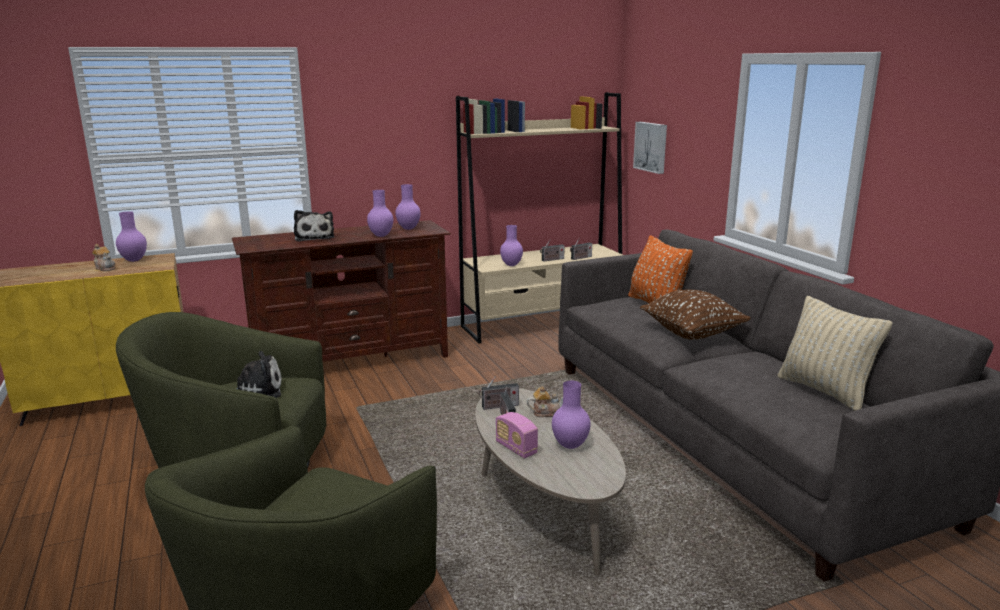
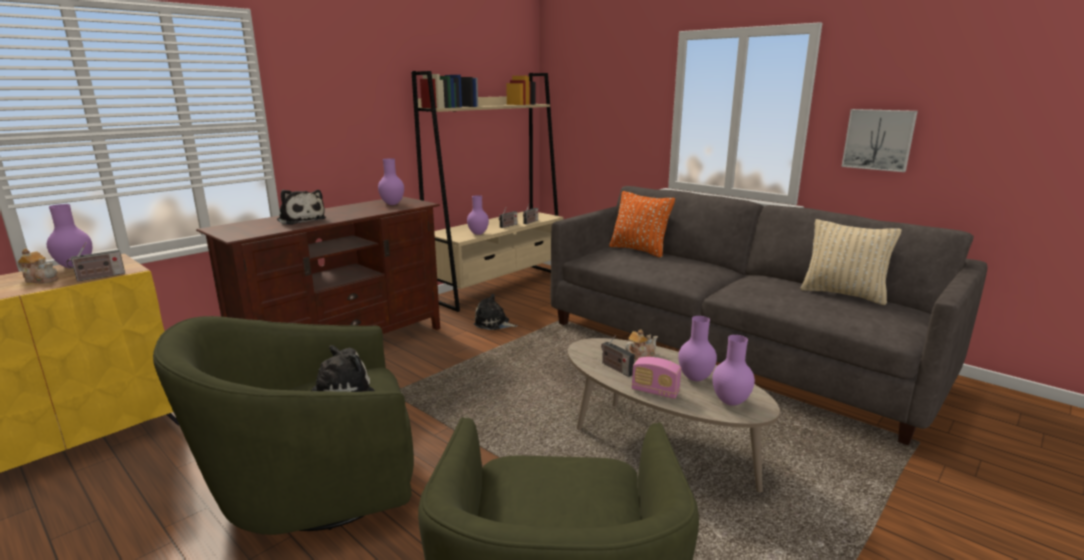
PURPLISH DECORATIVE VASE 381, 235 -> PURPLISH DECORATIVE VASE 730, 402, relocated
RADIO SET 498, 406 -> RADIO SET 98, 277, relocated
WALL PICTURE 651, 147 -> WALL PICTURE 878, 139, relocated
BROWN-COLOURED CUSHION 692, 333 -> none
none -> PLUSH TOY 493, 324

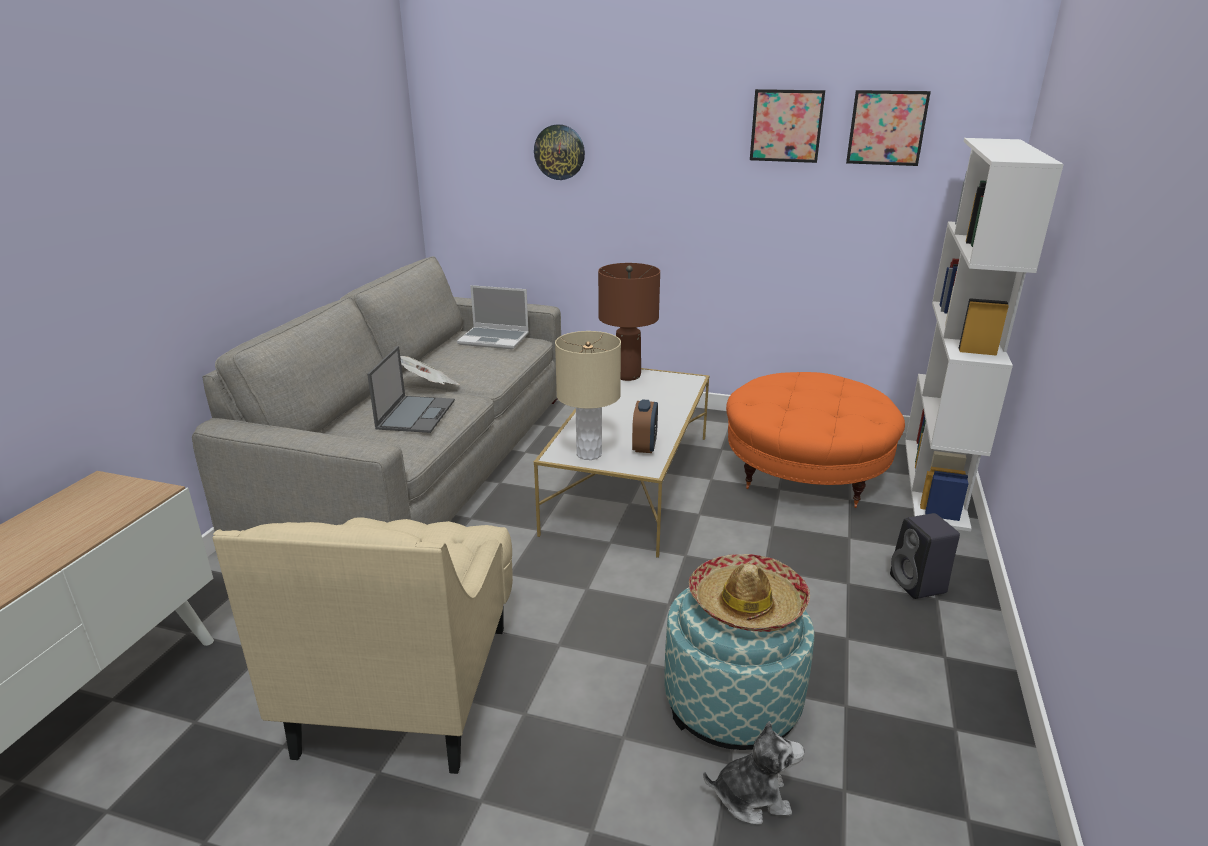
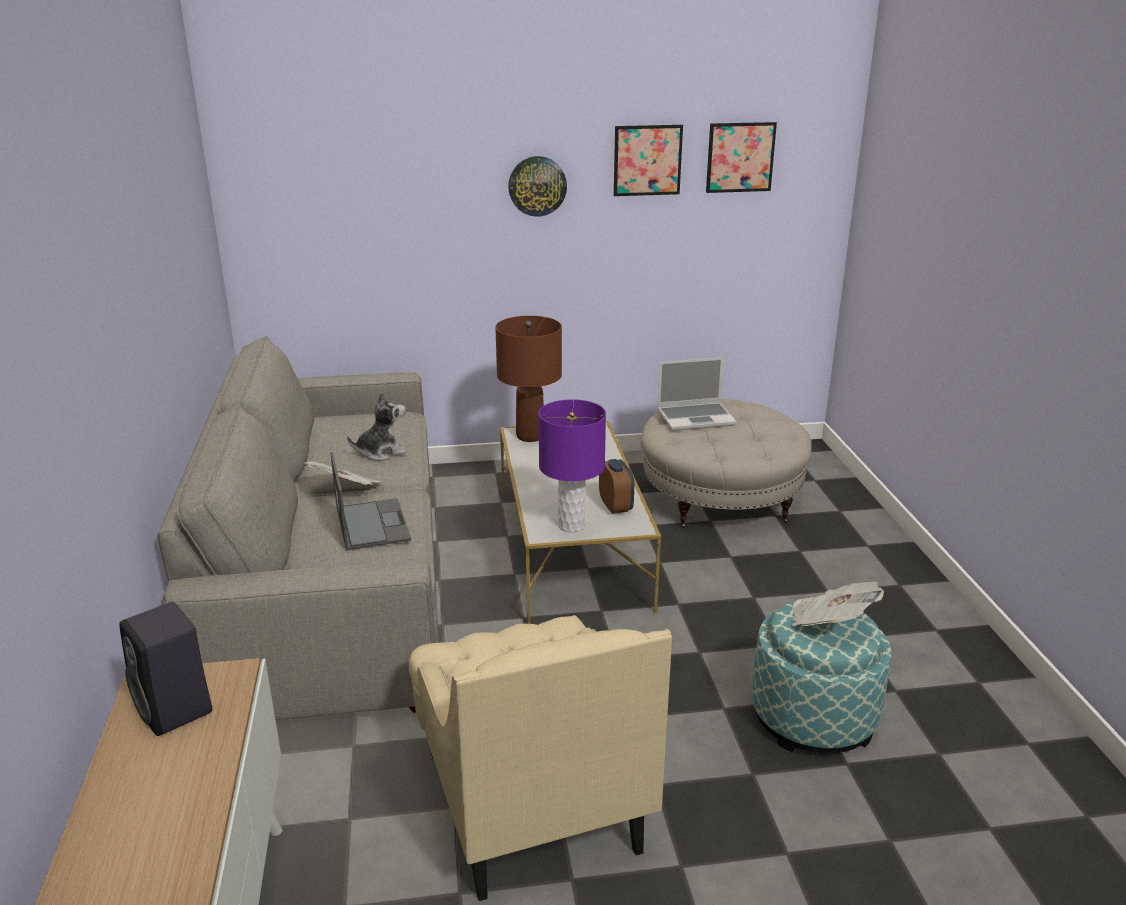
NOTEBOOK COMPUTER 495, 339 -> NOTEBOOK COMPUTER 696, 417, relocated
HANGING CLOCK 559, 152 -> HANGING CLOCK 537, 186, relocated
SAND-COLOURED LAMP FOR A TABLE 589, 454 -> PURPLISH LAMP FOR A TABLE 571, 525
WEARABLE HAT 747, 604 -> NEWSPAPER 830, 623
PLUSH TOY 751, 797 -> PLUSH TOY 381, 452, relocated
ORANGE FOOTREST 805, 472 -> SAND-COLOURED FOOTREST 721, 499
BLACK-COLOURED AUDIO SPEAKER 919, 585 -> BLACK-COLOURED AUDIO SPEAKER 176, 710, relocated
WHITE-COLOURED BOOKSHELF 935, 482 -> none

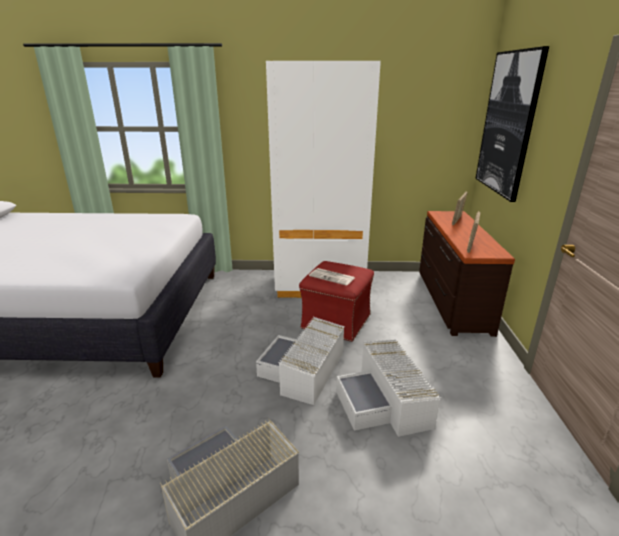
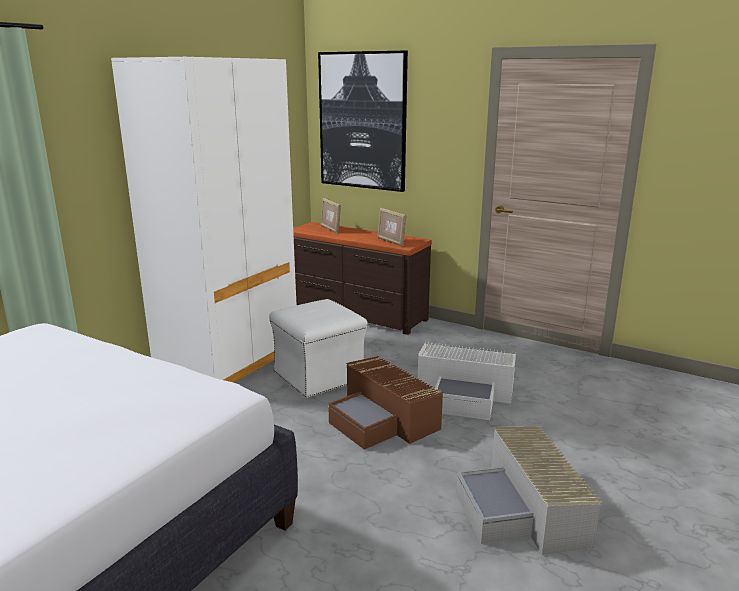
WHITE-COLOURED STORAGE CONTAINER 303, 371 -> BROWN-COLOURED STORAGE CONTAINER 383, 419
RED-COLOURED FOOTREST 336, 322 -> WHITE-COLOURED FOOTREST 319, 376
NEWSPAPER 332, 277 -> none

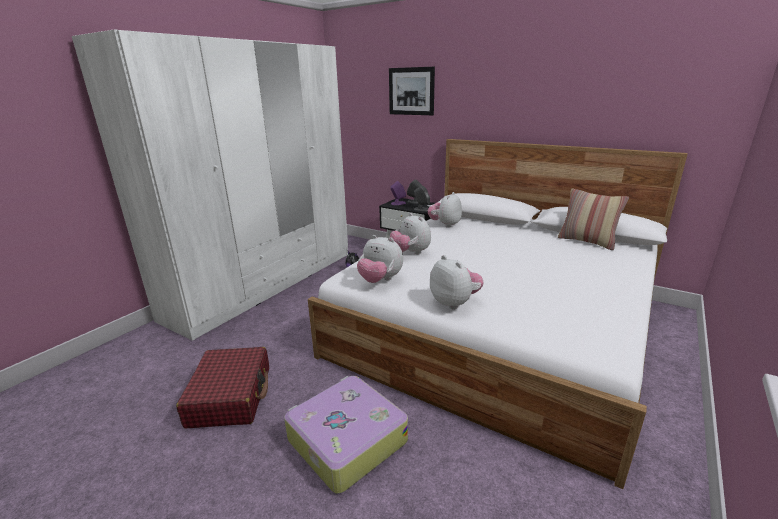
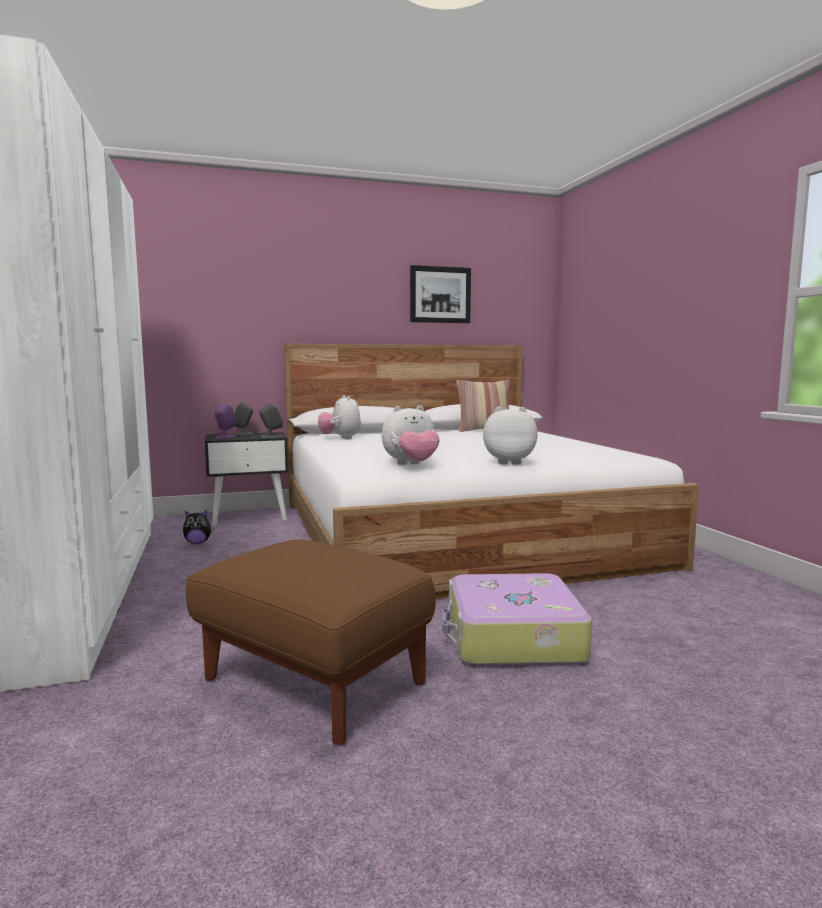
RED-COLOURED PIECE OF LUGGAGE 231, 396 -> BROWN-COLOURED FOOTREST 312, 682
WALL PICTURE 411, 91 -> WALL PICTURE 440, 294, relocated
PLUSH TOY 410, 253 -> none

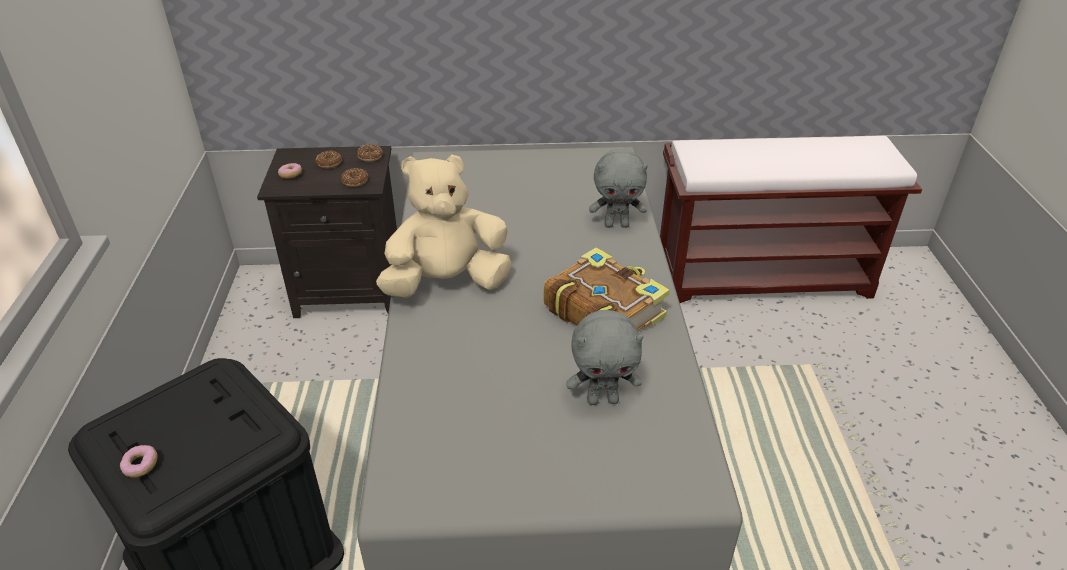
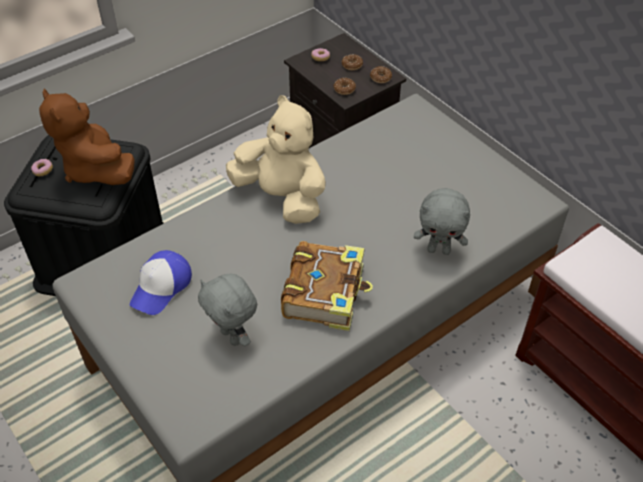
GREY PLUSH TOY 617, 224 -> GREY PLUSH TOY 439, 250, 45 degrees counterclockwise
none -> BROWN-COLOURED PLUSH TOY 95, 169
none -> BASEBALL CAP 161, 287

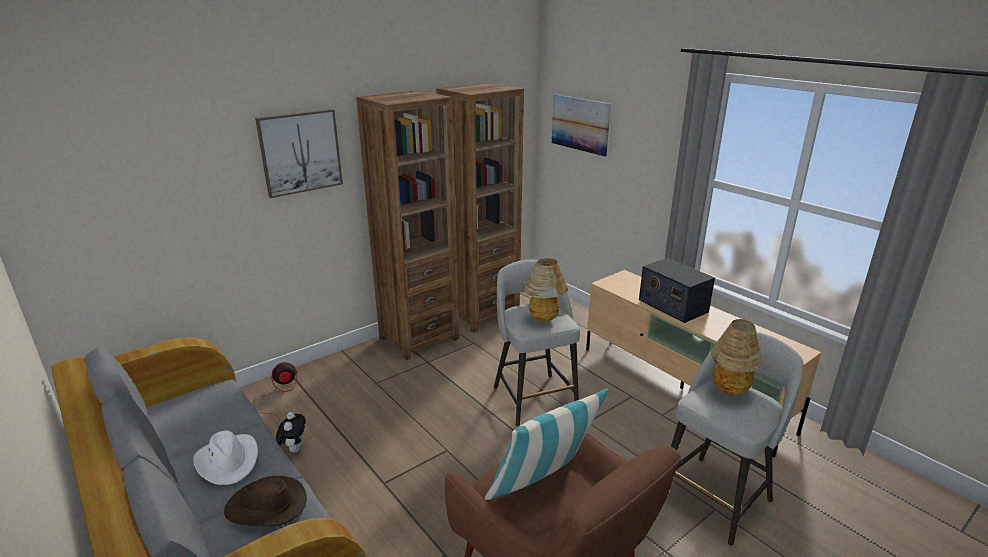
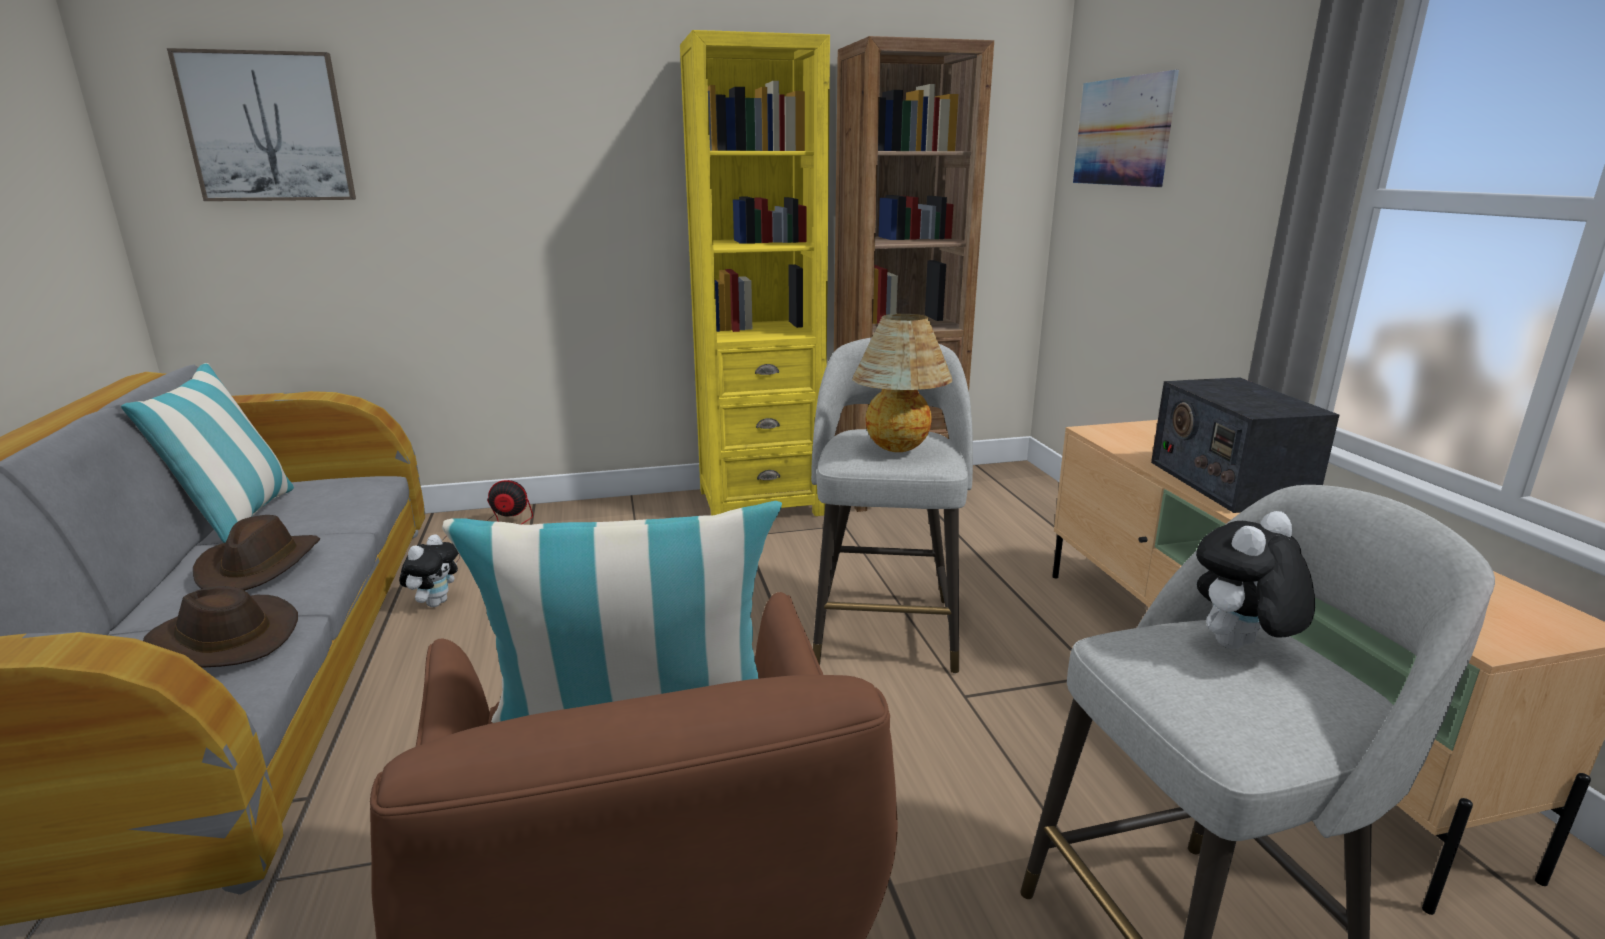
WHITE-COLOURED WEARABLE HAT 228, 461 -> BROWN-COLOURED WEARABLE HAT 260, 566
WALL PICTURE 300, 152 -> WALL PICTURE 268, 127, relocated
BROWN-COLOURED BOOKSHELF 419, 338 -> YELLOWISH BOOKSHELF 760, 502
LAMP FOR A TABLE 729, 392 -> PLUSH TOY 1239, 649
none -> CUSHION 238, 519

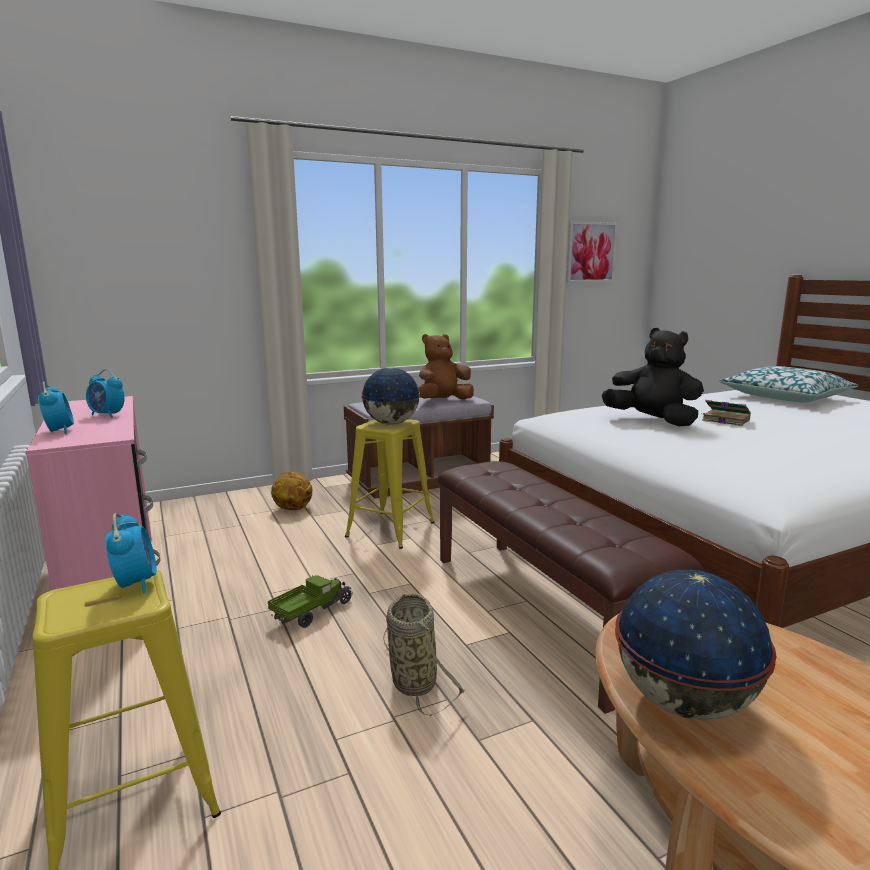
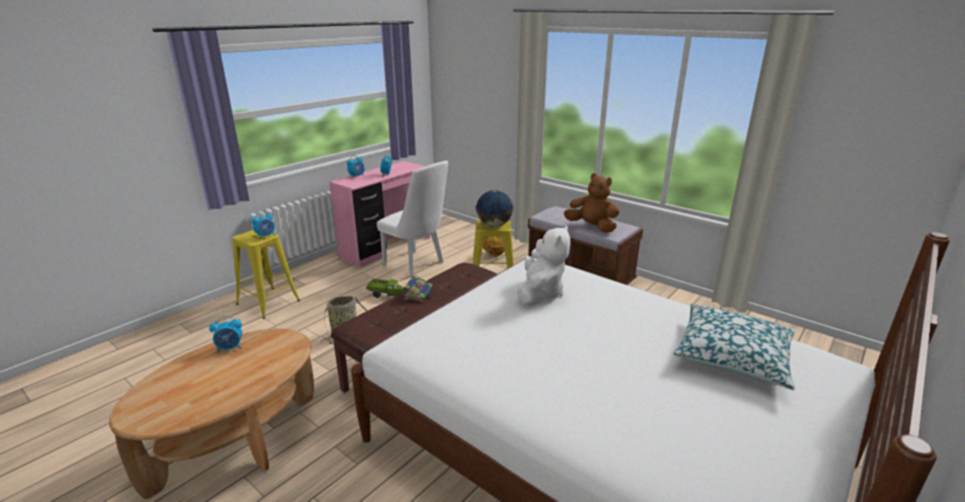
WALL PICTURE 591, 252 -> none
BLACK-COLOURED PLUSH TOY 652, 421 -> WHITE-COLOURED PLUSH TOY 540, 293
GLOBE 683, 702 -> TABLE CLOCK 230, 348
BOOK 724, 420 -> BOOK 418, 294, relocated
none -> WHITE-COLOURED CHAIR 417, 265

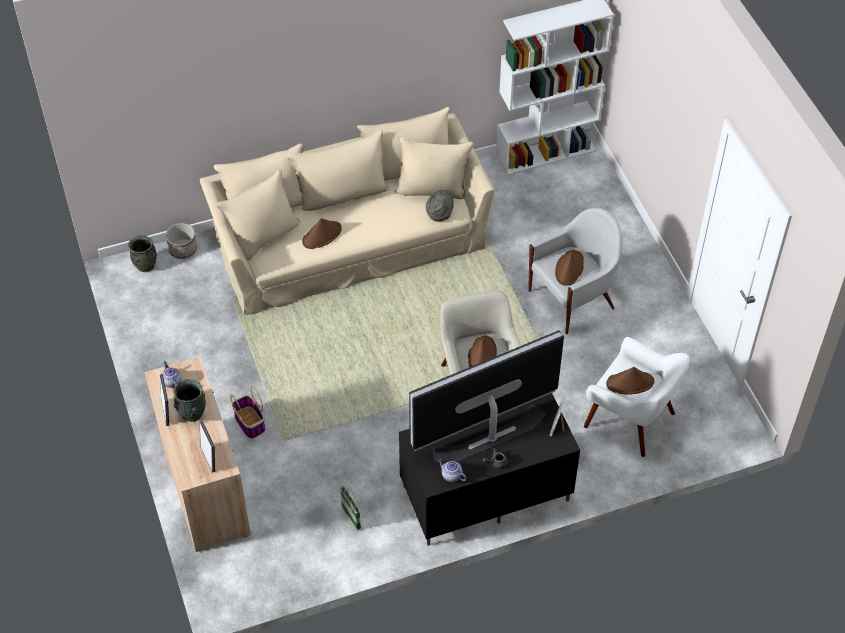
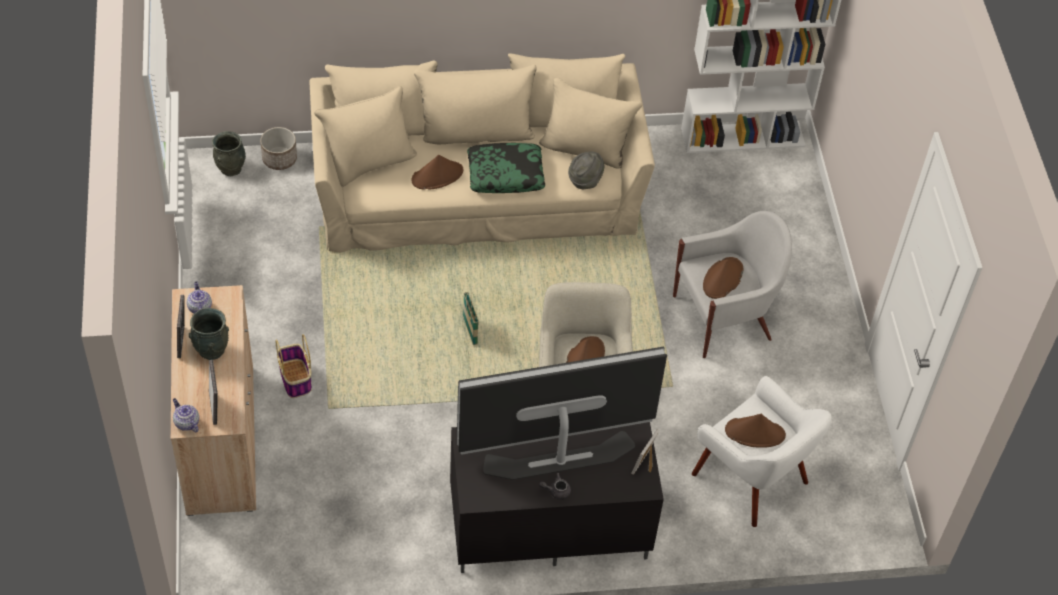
HOUSEHOLD BASKET 351, 518 -> HOUSEHOLD BASKET 470, 331, relocated
TEAPOT 451, 475 -> TEAPOT 186, 422, relocated
none -> CUSHION 505, 174

